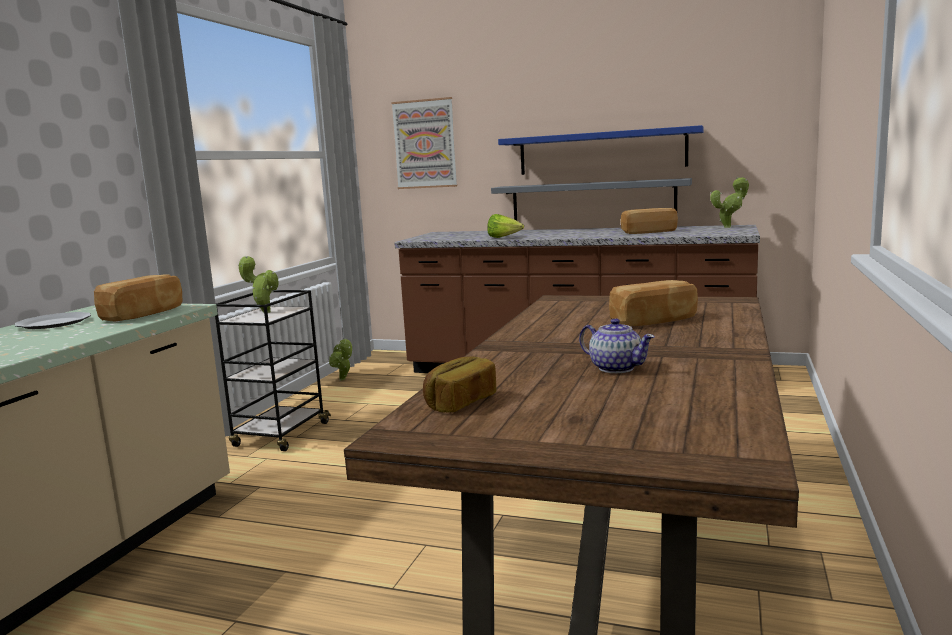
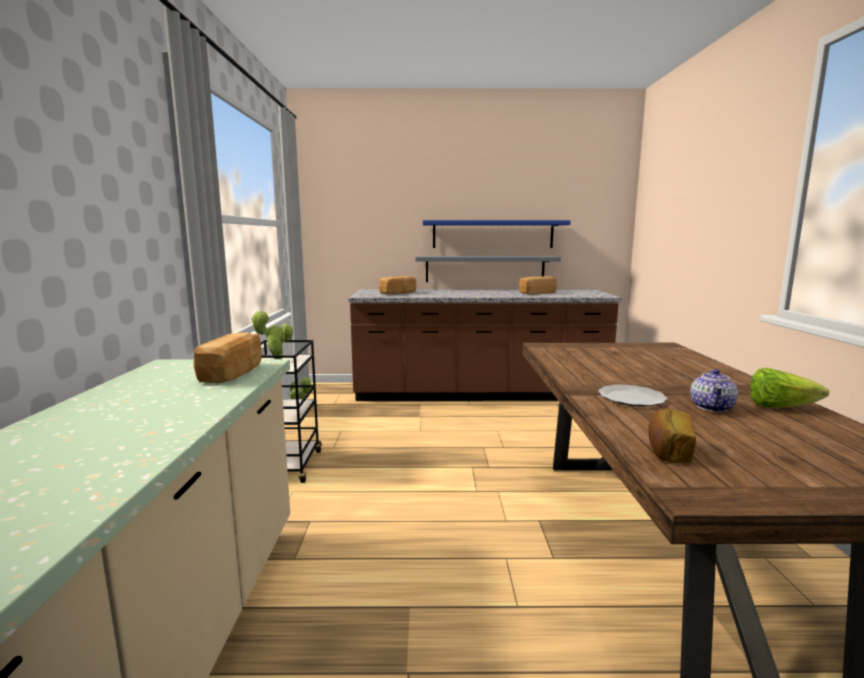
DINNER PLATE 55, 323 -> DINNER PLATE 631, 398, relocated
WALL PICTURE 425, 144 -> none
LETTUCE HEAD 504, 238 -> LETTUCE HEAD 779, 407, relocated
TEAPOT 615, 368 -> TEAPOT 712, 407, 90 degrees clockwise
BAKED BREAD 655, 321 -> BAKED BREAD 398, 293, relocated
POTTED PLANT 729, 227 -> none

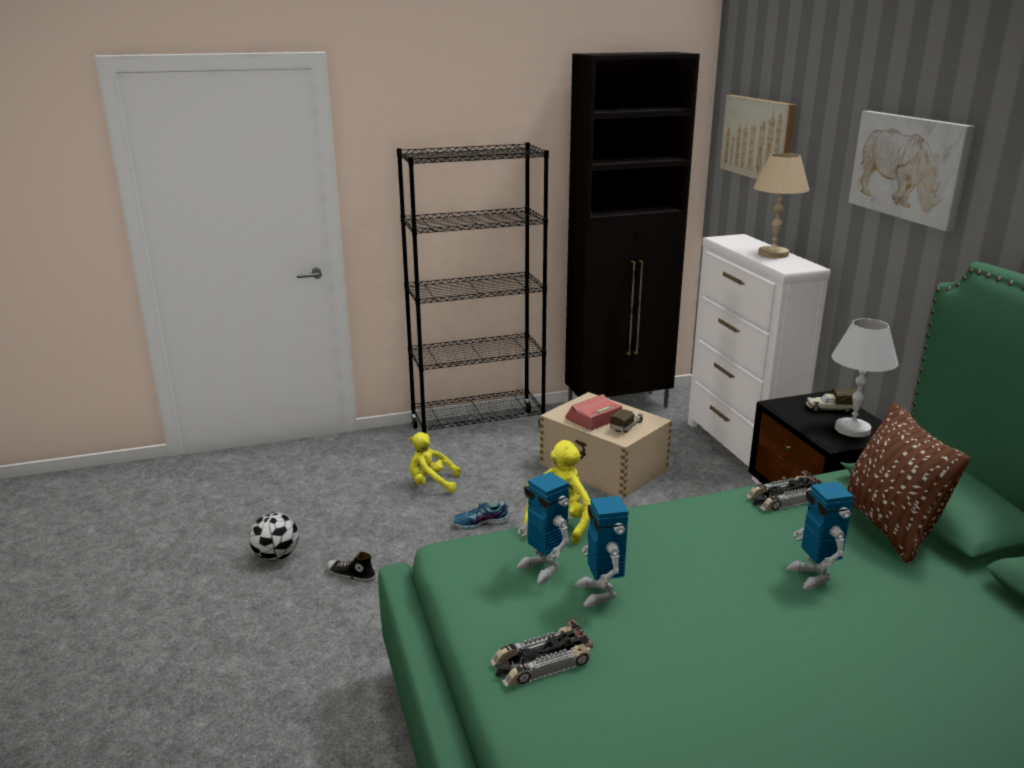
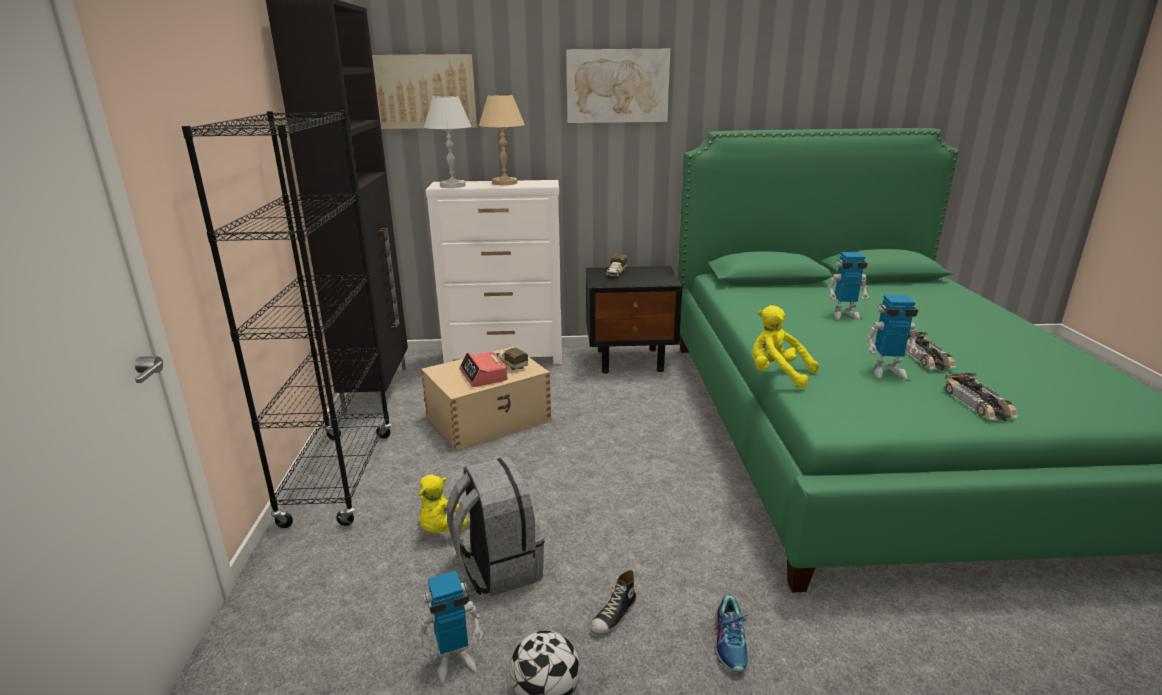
LOW SHOE 481, 523 -> LOW SHOE 731, 643, relocated
ROBOT FIGURE 543, 567 -> ROBOT FIGURE 454, 662, relocated
MODEL CAR 784, 499 -> MODEL CAR 925, 358, relocated
WHITE-COLOURED LAMP FOR A TABLE 853, 429 -> WHITE-COLOURED LAMP FOR A TABLE 453, 185, relocated
BROWN-COLOURED CUSHION 889, 528 -> none
none -> GREY KNAPSACK 497, 566

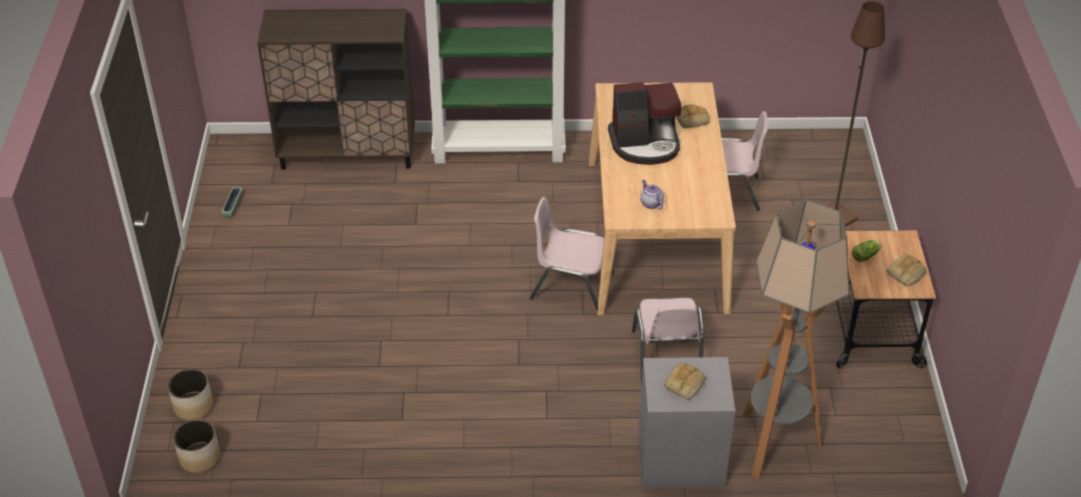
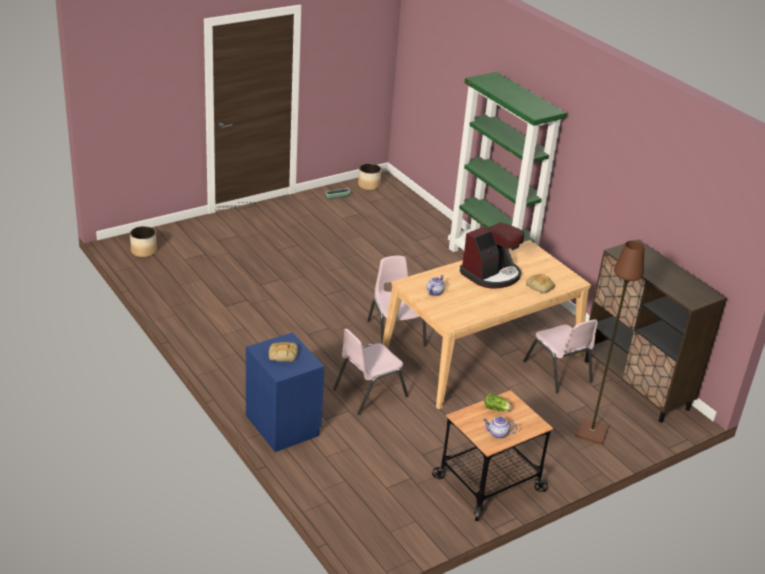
PLANTER 193, 406 -> PLANTER 368, 185, relocated
BROWN-COLOURED STORAGE CABINET 348, 153 -> BROWN-COLOURED STORAGE CABINET 636, 385, relocated
COFFEE BREWER 645, 144 -> COFFEE BREWER 491, 274, 90 degrees counterclockwise
GREY NIGHT TABLE 680, 459 -> BLUISH NIGHT TABLE 283, 425
STANDING LAMP 773, 444 -> none
BAKED BREAD 906, 274 -> TEAPOT 497, 434

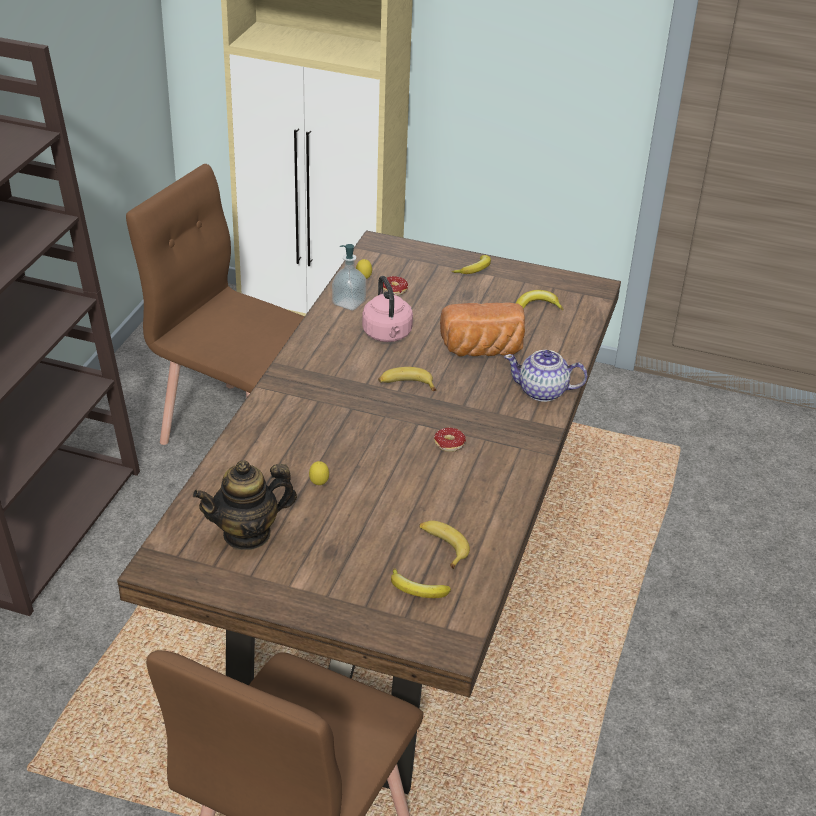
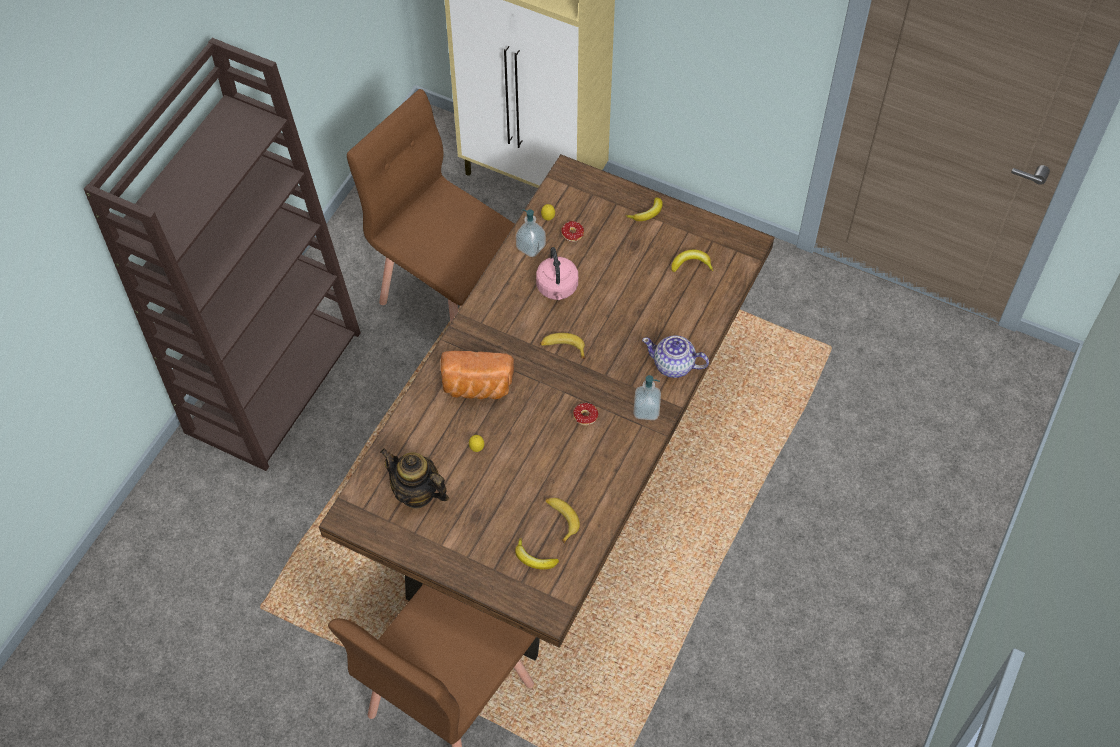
TEAPOT 247, 534 -> TEAPOT 416, 493, 45 degrees clockwise
BAKED BREAD 482, 350 -> BAKED BREAD 476, 387, relocated
none -> SOAP DISPENSER 646, 410

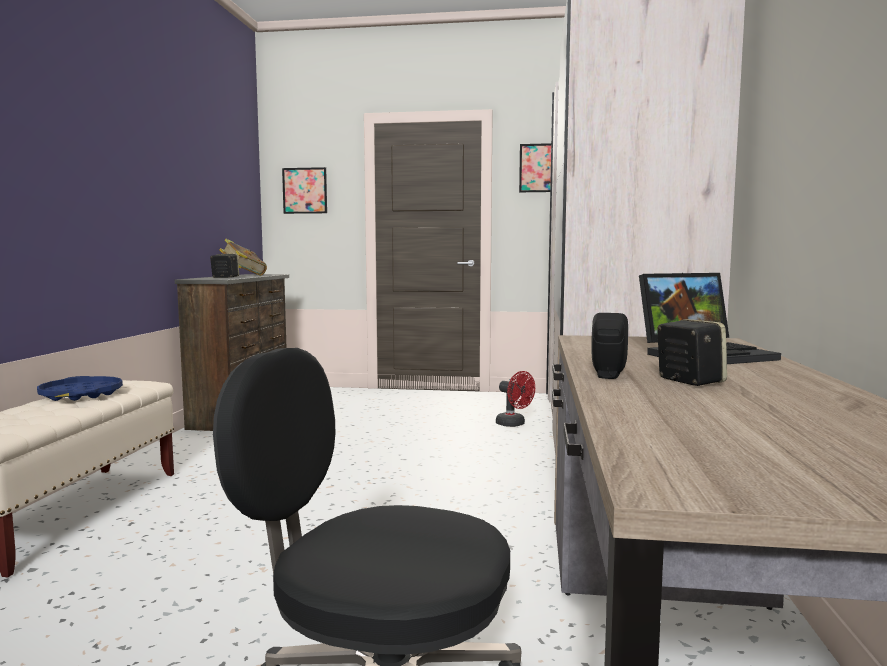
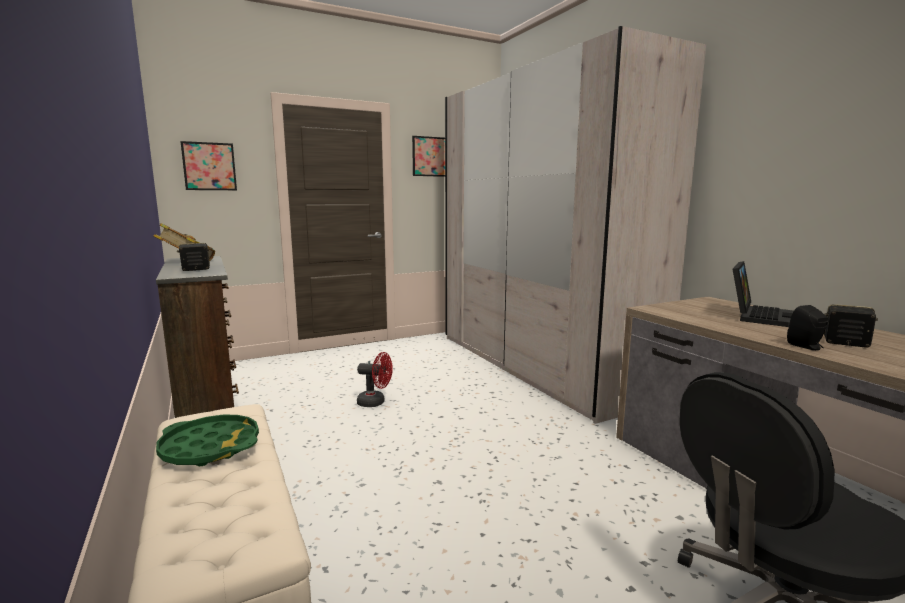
BLUISH SERVING TRAY 81, 394 -> GREEN SERVING TRAY 210, 447
RED-COLOURED COOLING FAN 514, 424 -> RED-COLOURED COOLING FAN 375, 402, relocated

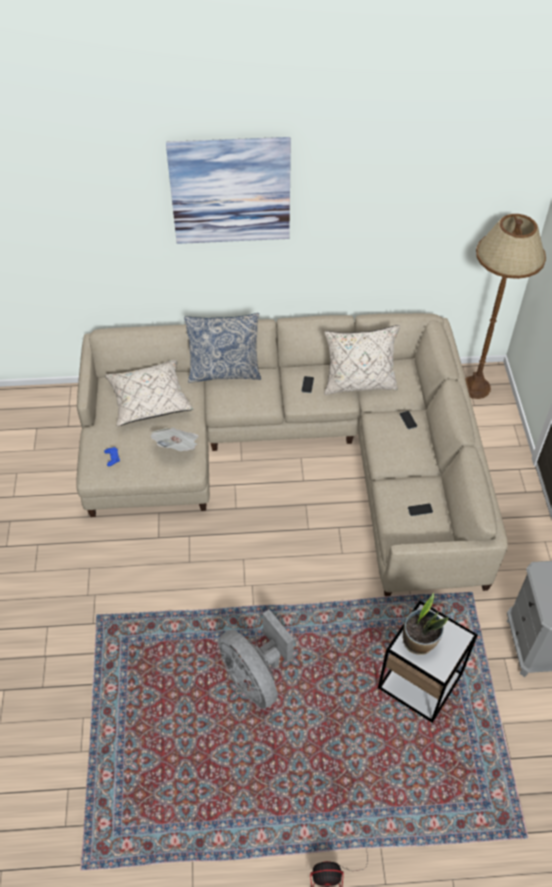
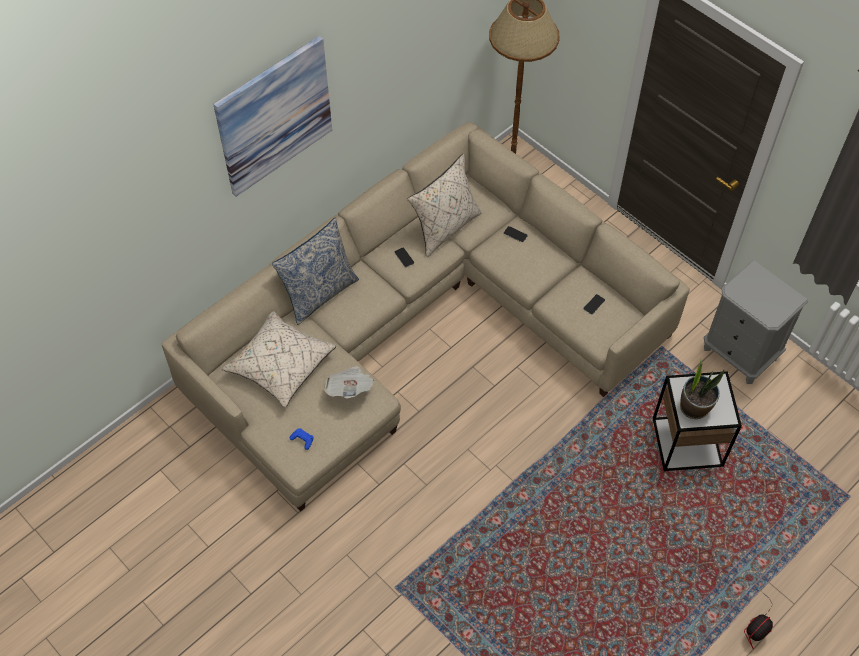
GREY COOLING FAN 255, 677 -> none

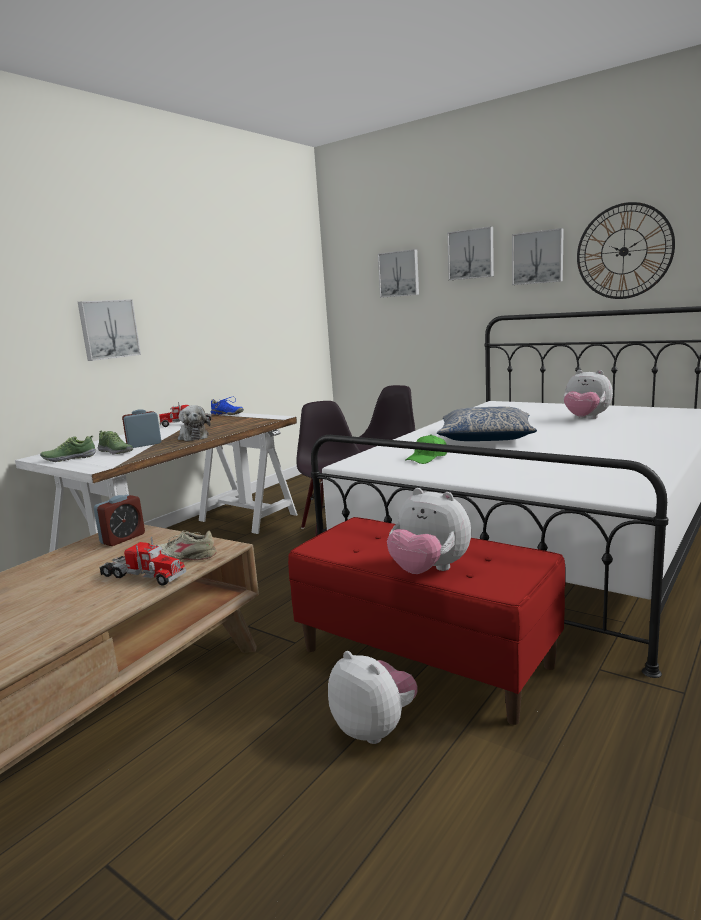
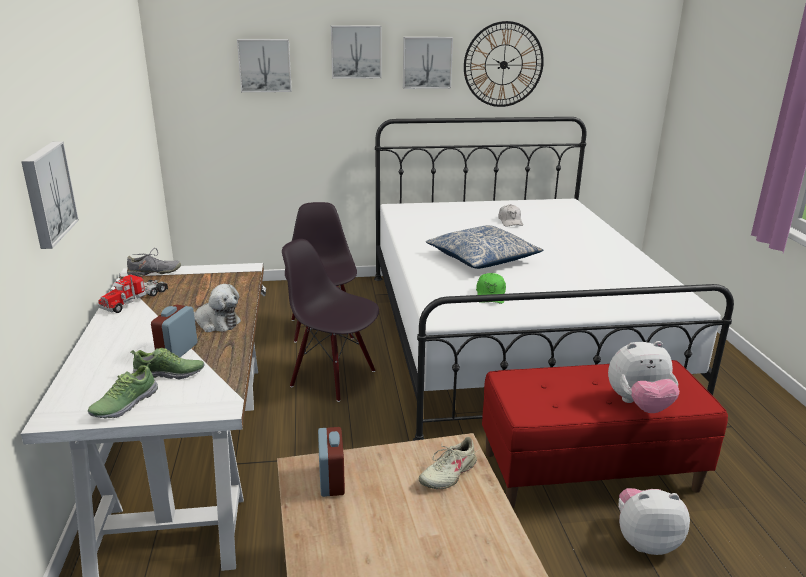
TOY LORRY 142, 576 -> none
BLUISH LOW SHOE 227, 414 -> GREY LOW SHOE 154, 273
PLUSH TOY 585, 419 -> WHITE-COLOURED BASEBALL CAP 510, 221

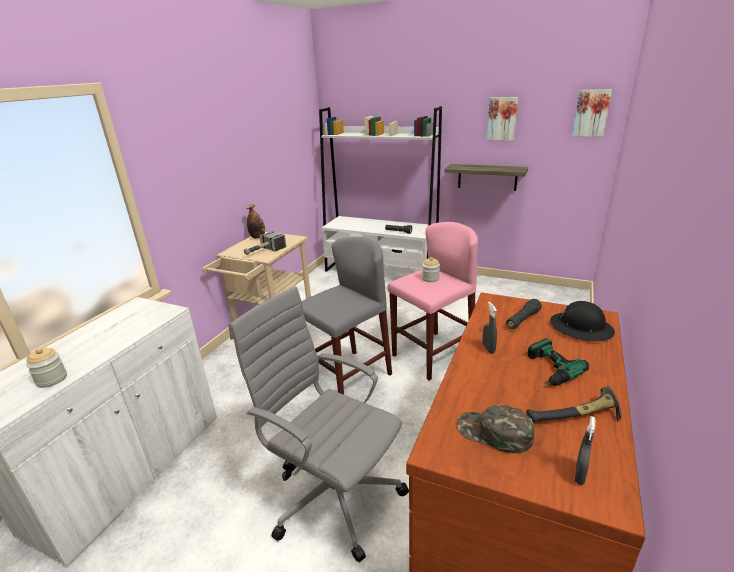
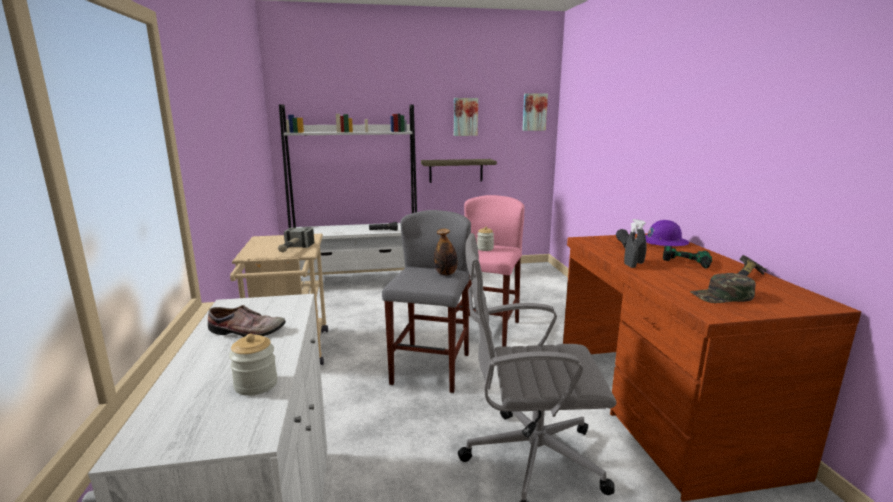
BEVERAGE BOTTLE 258, 237 -> BEVERAGE BOTTLE 445, 274, relocated
BLACK-COLOURED HARD HAT 581, 328 -> PURPLISH HARD HAT 663, 242
GREY HAND SPRAYER 579, 475 -> GREY HAND SPRAYER 629, 266, relocated
none -> LOW SHOE 246, 332

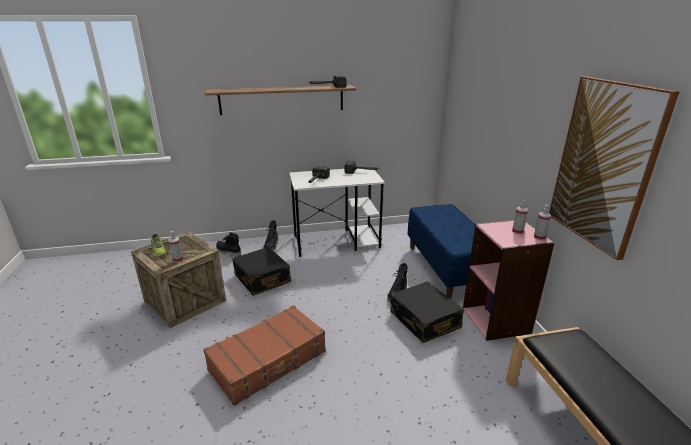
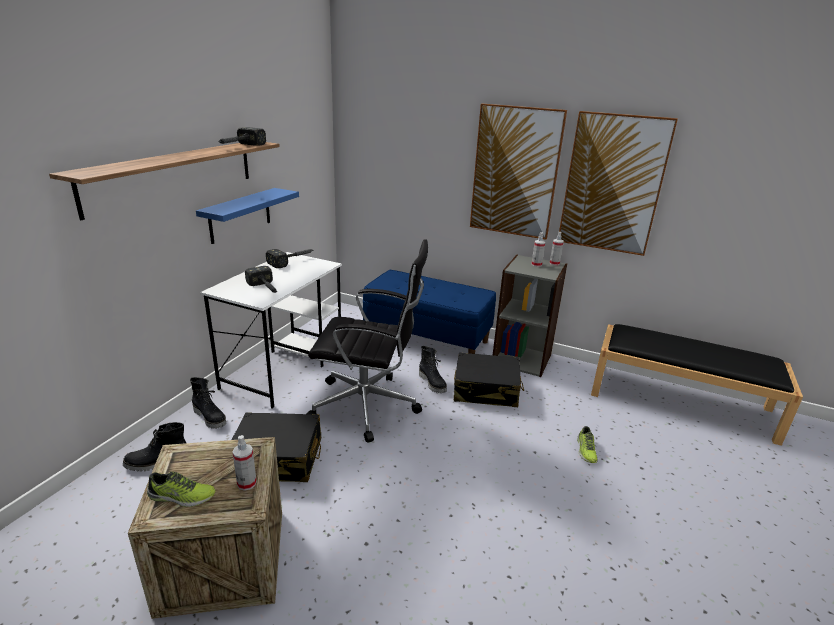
BROWN-COLOURED PIECE OF LUGGAGE 269, 361 -> none
PINKISH BOOKSHELF 496, 320 -> GREY BOOKSHELF 522, 359
none -> BLUISH SHELF 240, 215
none -> BLACK-COLOURED COMPUTER CHAIR 368, 406
none -> WALL PICTURE 515, 172
none -> LOW SHOE 585, 450

